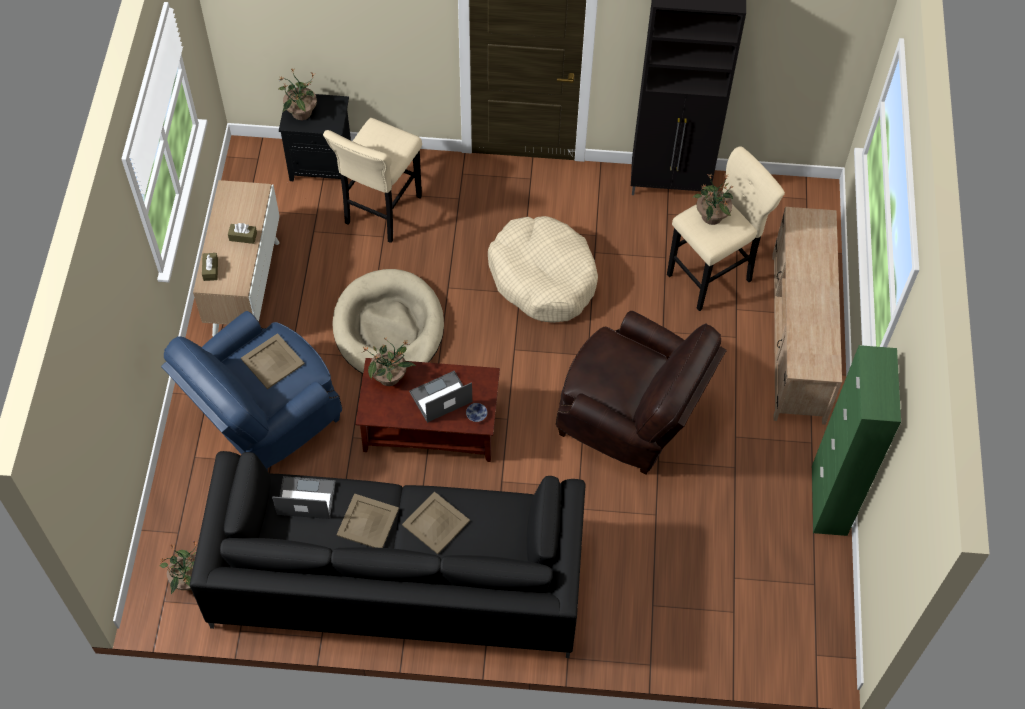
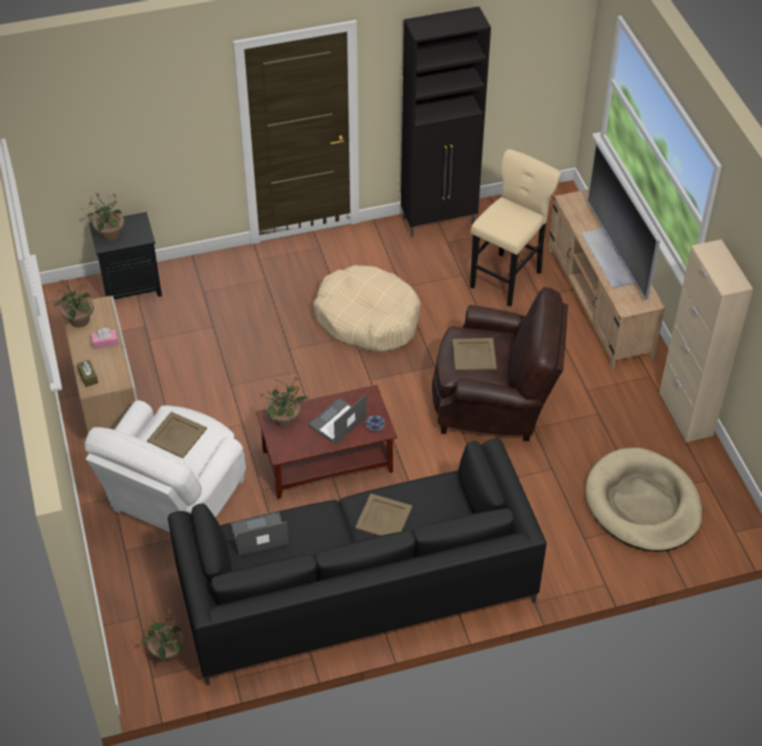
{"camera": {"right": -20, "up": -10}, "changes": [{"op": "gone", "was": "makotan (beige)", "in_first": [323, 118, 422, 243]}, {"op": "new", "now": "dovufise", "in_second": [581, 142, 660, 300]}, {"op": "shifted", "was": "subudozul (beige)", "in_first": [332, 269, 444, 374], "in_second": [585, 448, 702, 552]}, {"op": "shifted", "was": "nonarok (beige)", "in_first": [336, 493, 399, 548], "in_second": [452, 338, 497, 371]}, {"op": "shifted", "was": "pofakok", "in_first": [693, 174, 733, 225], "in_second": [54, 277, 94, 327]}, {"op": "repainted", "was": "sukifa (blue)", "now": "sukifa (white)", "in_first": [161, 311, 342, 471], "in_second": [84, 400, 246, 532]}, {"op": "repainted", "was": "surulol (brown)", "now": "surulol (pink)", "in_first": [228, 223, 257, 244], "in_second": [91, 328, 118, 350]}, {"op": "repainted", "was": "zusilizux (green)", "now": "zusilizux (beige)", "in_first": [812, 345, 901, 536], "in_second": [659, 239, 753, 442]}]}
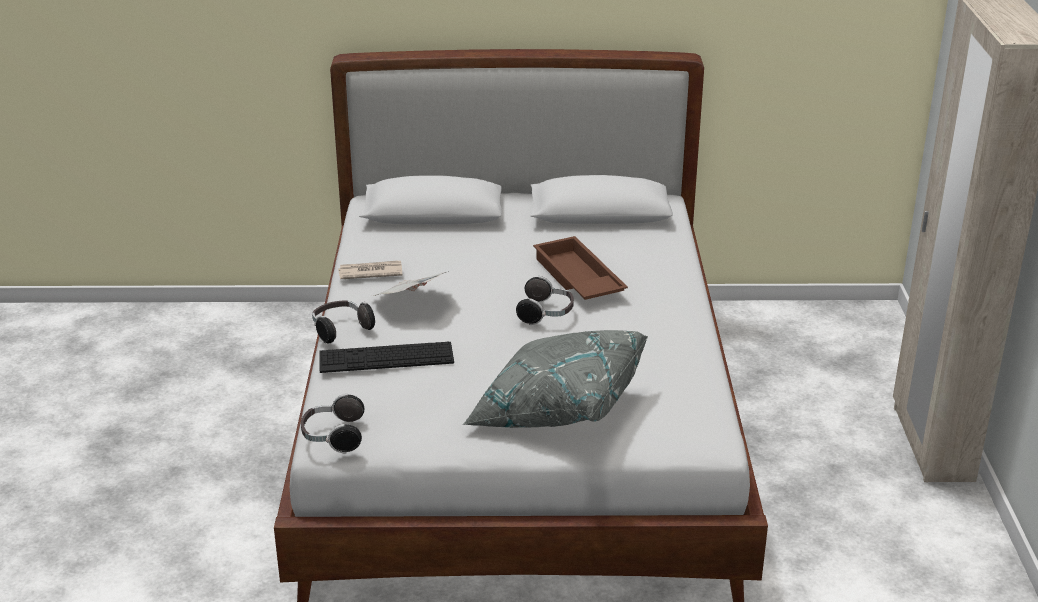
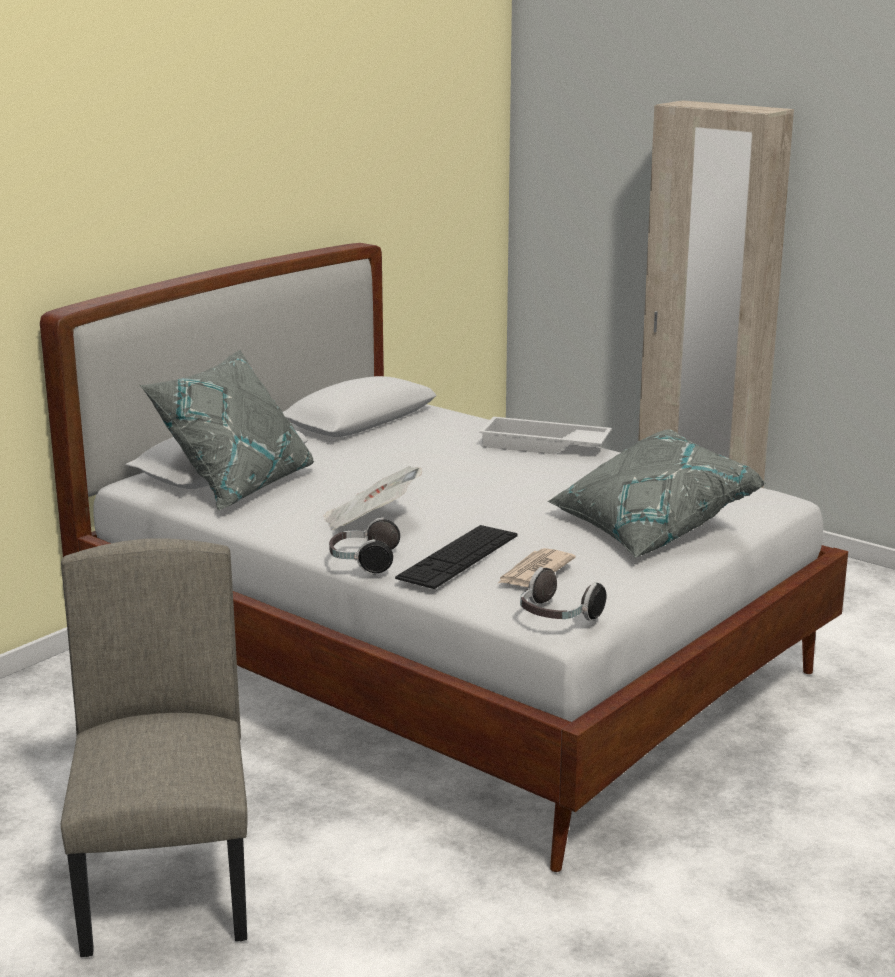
{"camera": {"right": -50, "up": -10}, "changes": [{"op": "gone", "was": "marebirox", "in_first": [516, 276, 574, 325]}, {"op": "gone", "was": "nonarok (brown)", "in_first": [533, 236, 628, 300]}, {"op": "new", "now": "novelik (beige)", "in_second": [61, 538, 247, 957]}, {"op": "new", "now": "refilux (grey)", "in_second": [140, 350, 315, 510]}, {"op": "new", "now": "nonarok (white)", "in_second": [479, 417, 612, 455]}, {"op": "shifted", "was": "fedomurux", "in_first": [338, 260, 403, 279], "in_second": [498, 548, 576, 587]}]}
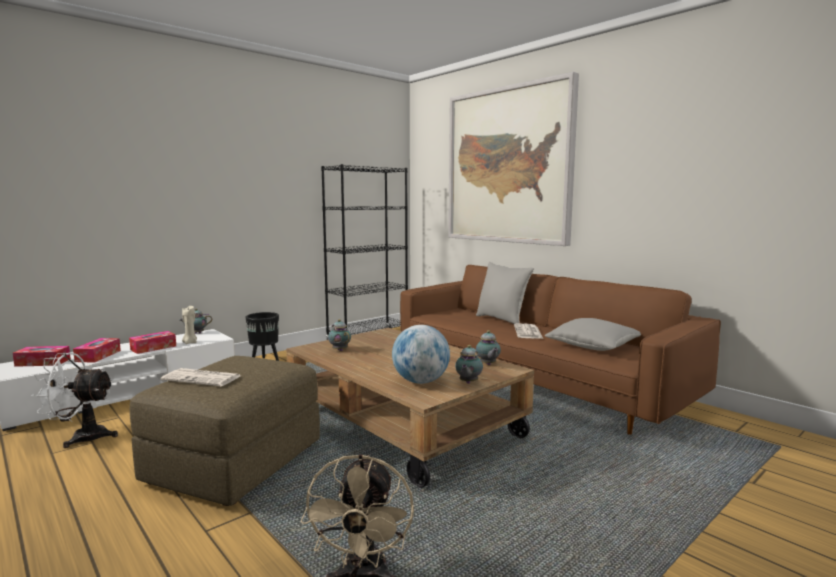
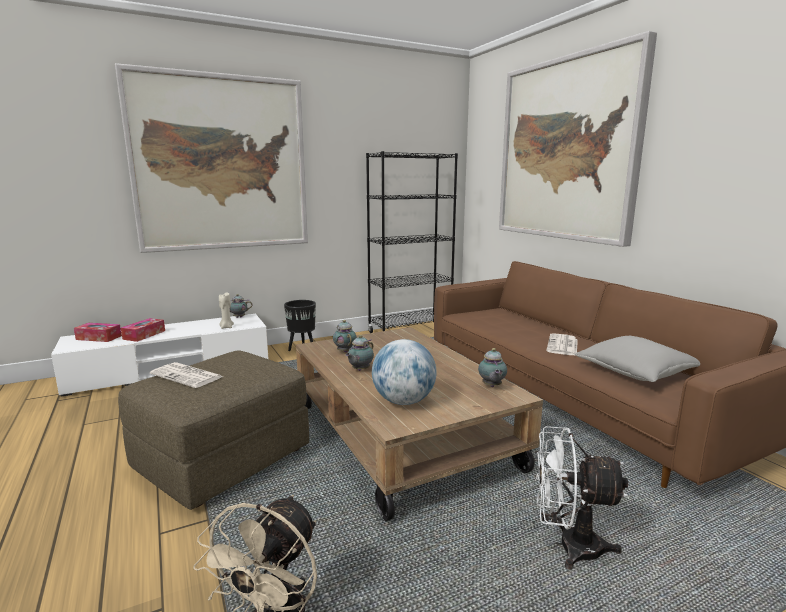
{"camera": {"right": 15, "up": 5}, "changes": [{"op": "gone", "was": "surulol", "in_first": [129, 331, 176, 354]}, {"op": "gone", "was": "refilux (grey)", "in_first": [476, 262, 534, 324]}, {"op": "new", "now": "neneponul", "in_second": [115, 63, 308, 253]}, {"op": "shifted", "was": "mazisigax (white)", "in_first": [31, 352, 118, 448], "in_second": [536, 426, 628, 570]}, {"op": "shifted", "was": "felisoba", "in_first": [455, 345, 483, 384], "in_second": [346, 335, 374, 371]}]}
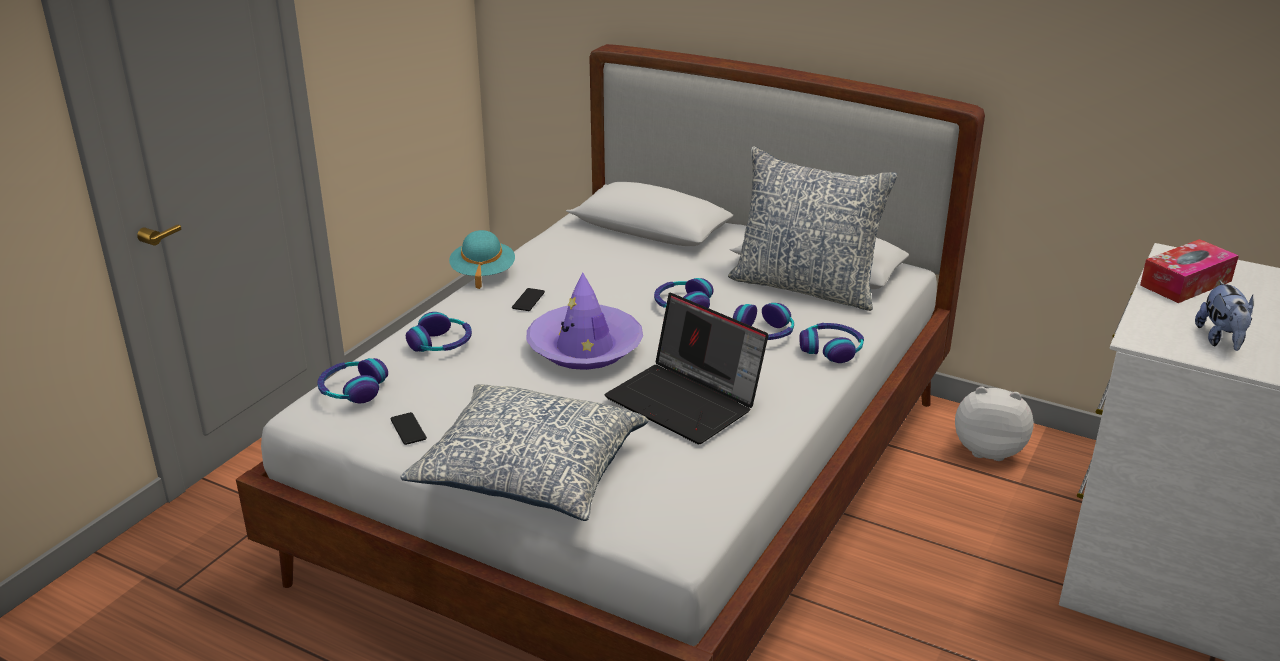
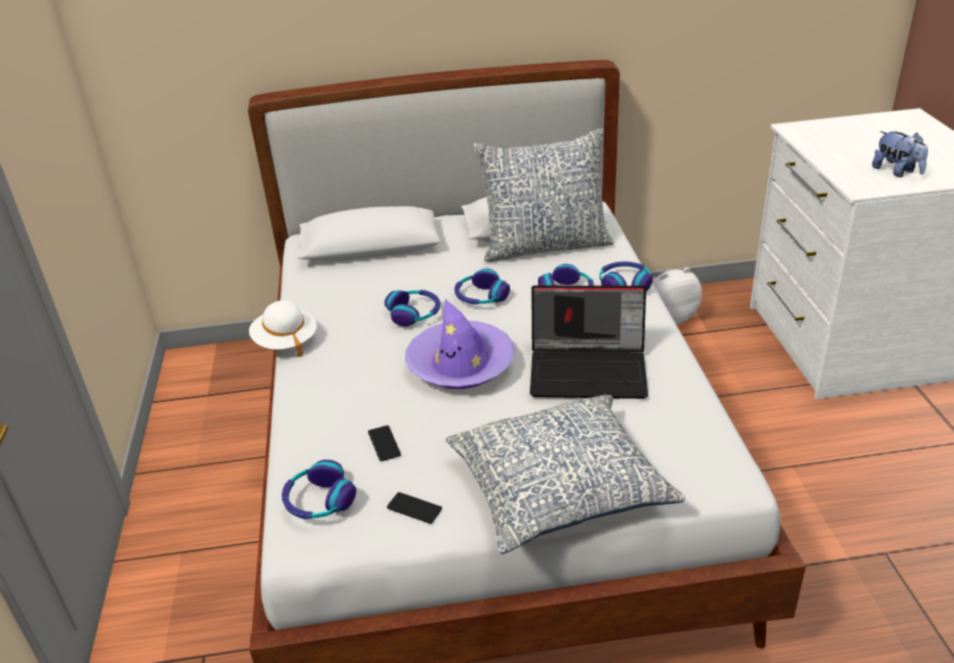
{"camera": {"right": -35, "up": 5}, "changes": [{"op": "gone", "was": "surulol", "in_first": [1140, 239, 1239, 303]}, {"op": "shifted", "was": "marebirox", "in_first": [406, 312, 472, 352], "in_second": [384, 290, 440, 326]}, {"op": "shifted", "was": "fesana", "in_first": [512, 288, 545, 311], "in_second": [368, 425, 401, 461]}, {"op": "repainted", "was": "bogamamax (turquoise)", "now": "bogamamax (white)", "in_first": [449, 230, 515, 289], "in_second": [249, 300, 317, 357]}]}
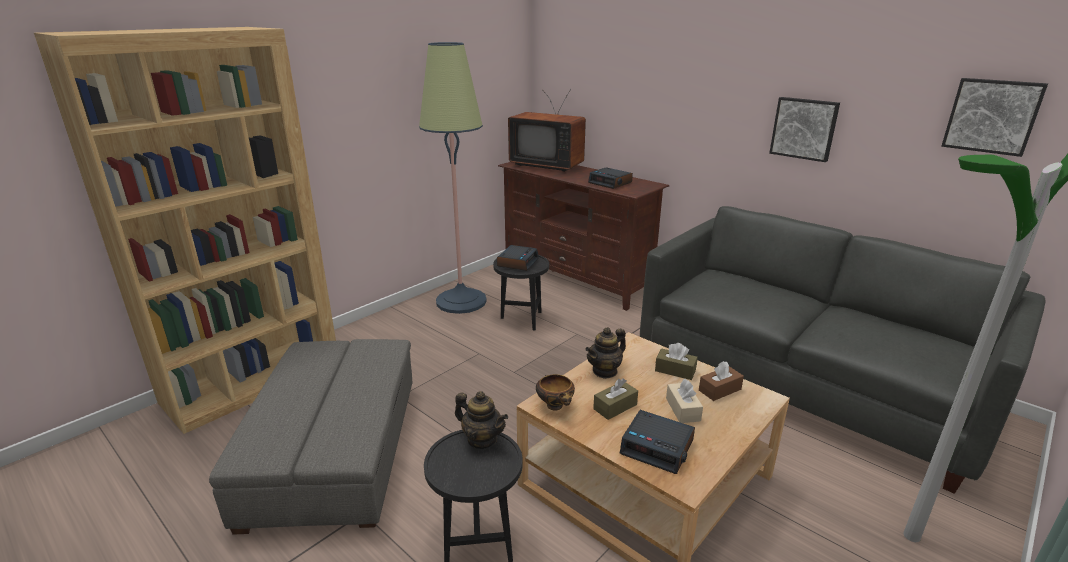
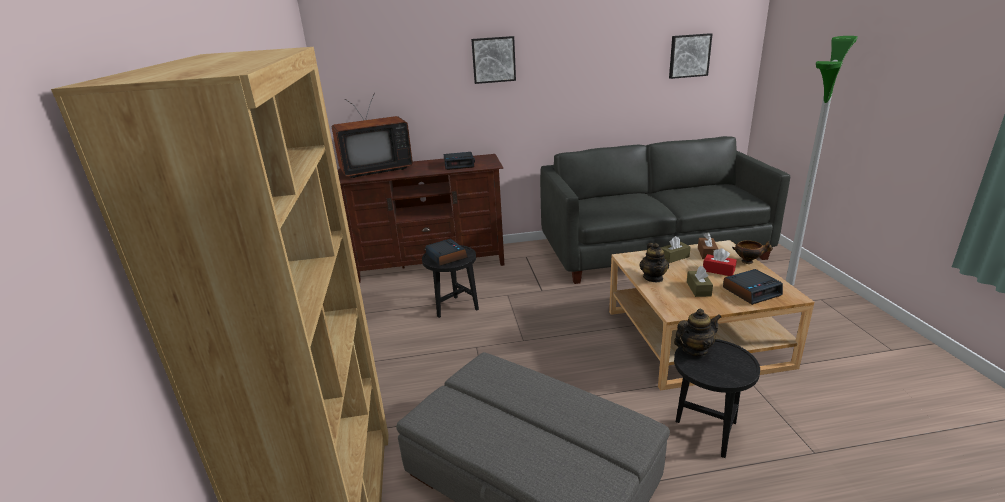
{"camera": {"right": -50, "up": 0}, "changes": [{"op": "gone", "was": "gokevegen", "in_first": [419, 42, 487, 314]}, {"op": "shifted", "was": "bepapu", "in_first": [536, 374, 575, 411], "in_second": [732, 241, 773, 264]}, {"op": "shifted", "was": "neneponul", "in_first": [769, 97, 840, 162], "in_second": [471, 36, 516, 84]}, {"op": "repainted", "was": "surulol (beige)", "now": "surulol (red)", "in_first": [666, 379, 703, 423], "in_second": [703, 248, 737, 276]}]}
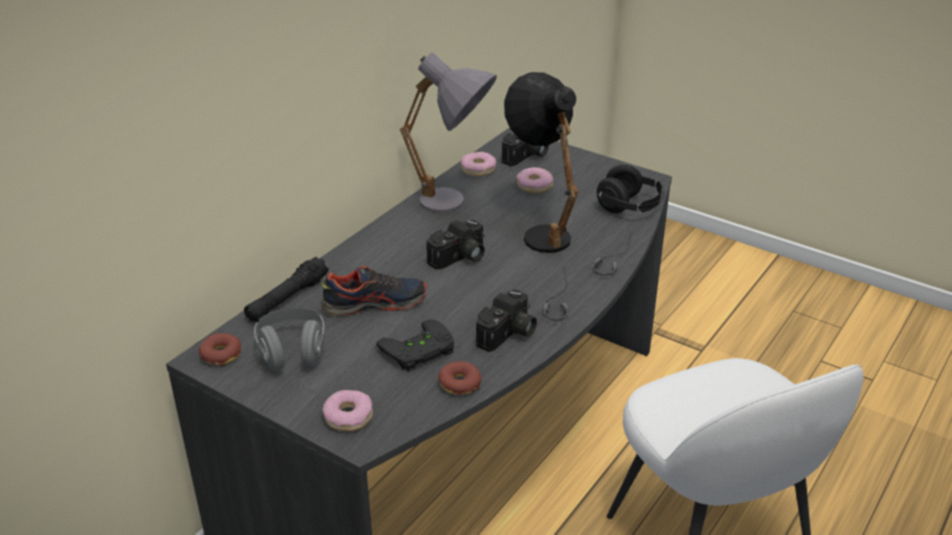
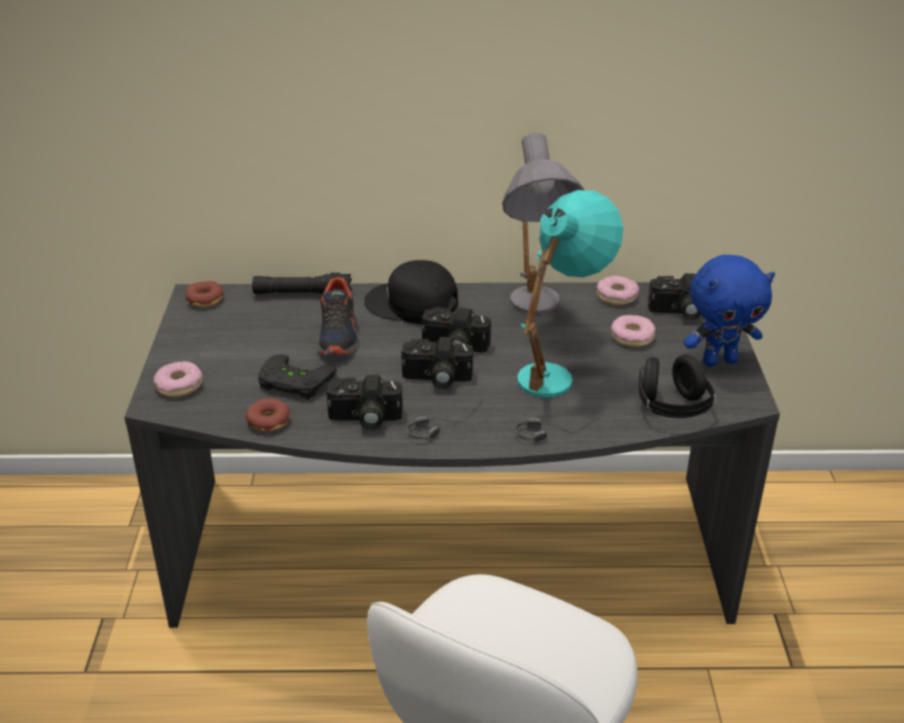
{"camera": {"right": 55, "up": 0}, "changes": [{"op": "gone", "was": "marebirox (grey)", "in_first": [254, 308, 325, 371]}, {"op": "new", "now": "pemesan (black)", "in_second": [364, 260, 458, 324]}, {"op": "new", "now": "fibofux", "in_second": [401, 337, 473, 389]}, {"op": "new", "now": "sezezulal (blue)", "in_second": [684, 255, 775, 367]}, {"op": "repainted", "was": "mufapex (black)", "now": "mufapex (turquoise)", "in_first": [504, 72, 579, 253], "in_second": [517, 190, 623, 397]}, {"op": "rotated", "was": "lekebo", "in_first": [321, 266, 427, 316], "in_second": [318, 277, 359, 355], "clockwise": 45}]}
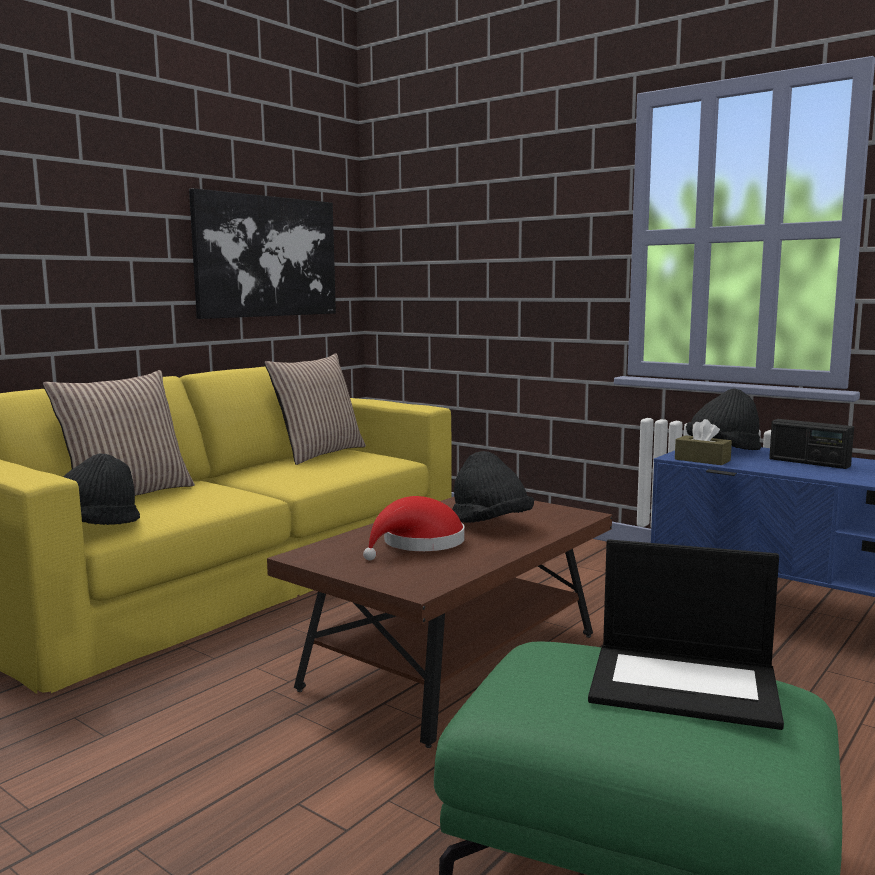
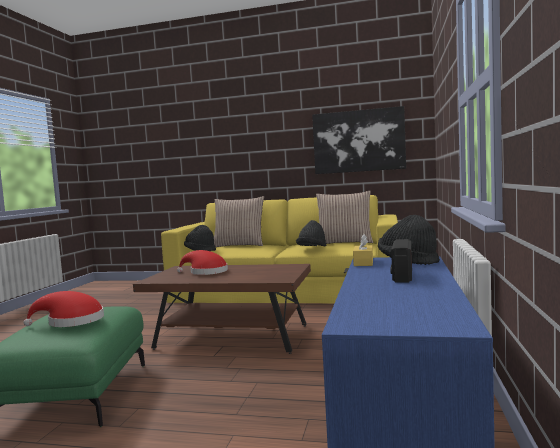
{"camera": {"right": 65, "up": -5}, "changes": [{"op": "shifted", "was": "bogamamax (black)", "in_first": [452, 451, 534, 523], "in_second": [296, 220, 326, 246]}, {"op": "swapped", "was": "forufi", "now": "bogamamax (red)", "in_first": [588, 539, 784, 730], "in_second": [23, 291, 104, 327]}, {"op": "repainted", "was": "surulol (brown)", "now": "surulol (yellow)", "in_first": [675, 419, 732, 465], "in_second": [353, 234, 373, 266]}]}
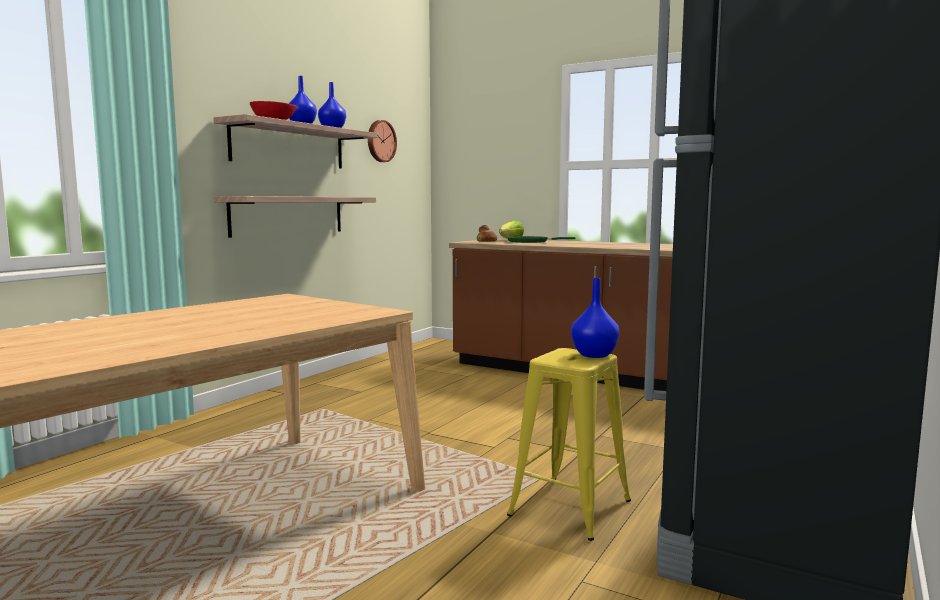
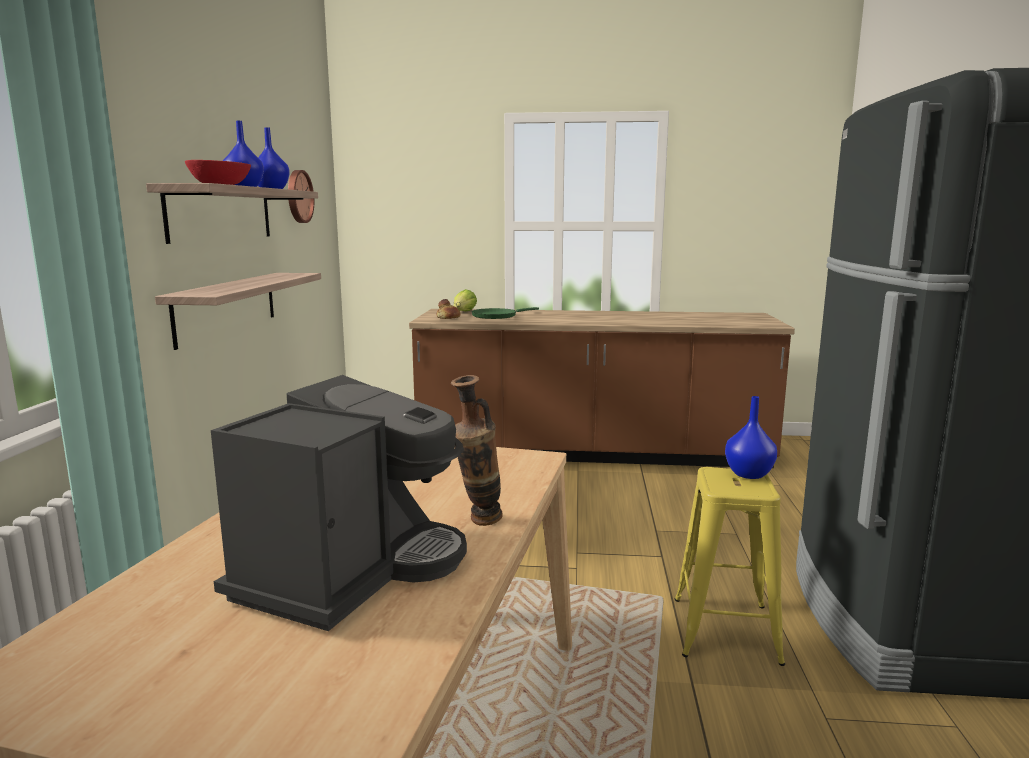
{"camera": {"right": -25, "up": 5}, "changes": [{"op": "new", "now": "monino", "in_second": [211, 375, 467, 631]}, {"op": "new", "now": "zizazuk", "in_second": [451, 375, 503, 526]}]}
